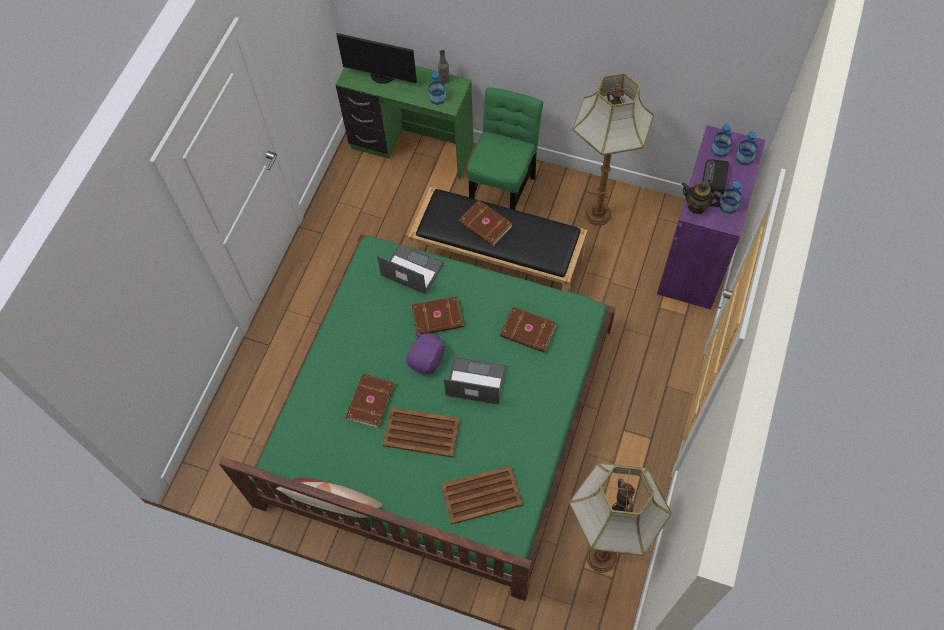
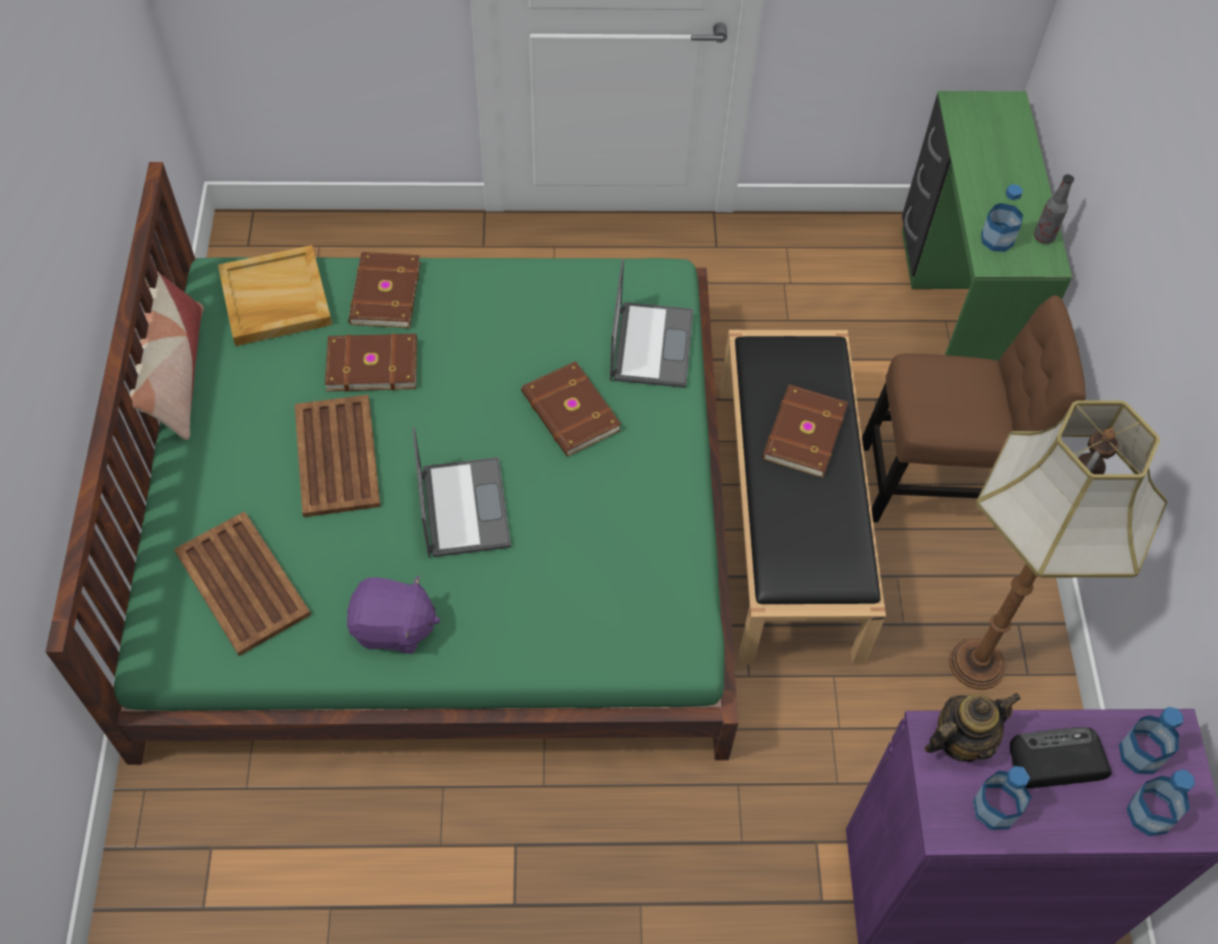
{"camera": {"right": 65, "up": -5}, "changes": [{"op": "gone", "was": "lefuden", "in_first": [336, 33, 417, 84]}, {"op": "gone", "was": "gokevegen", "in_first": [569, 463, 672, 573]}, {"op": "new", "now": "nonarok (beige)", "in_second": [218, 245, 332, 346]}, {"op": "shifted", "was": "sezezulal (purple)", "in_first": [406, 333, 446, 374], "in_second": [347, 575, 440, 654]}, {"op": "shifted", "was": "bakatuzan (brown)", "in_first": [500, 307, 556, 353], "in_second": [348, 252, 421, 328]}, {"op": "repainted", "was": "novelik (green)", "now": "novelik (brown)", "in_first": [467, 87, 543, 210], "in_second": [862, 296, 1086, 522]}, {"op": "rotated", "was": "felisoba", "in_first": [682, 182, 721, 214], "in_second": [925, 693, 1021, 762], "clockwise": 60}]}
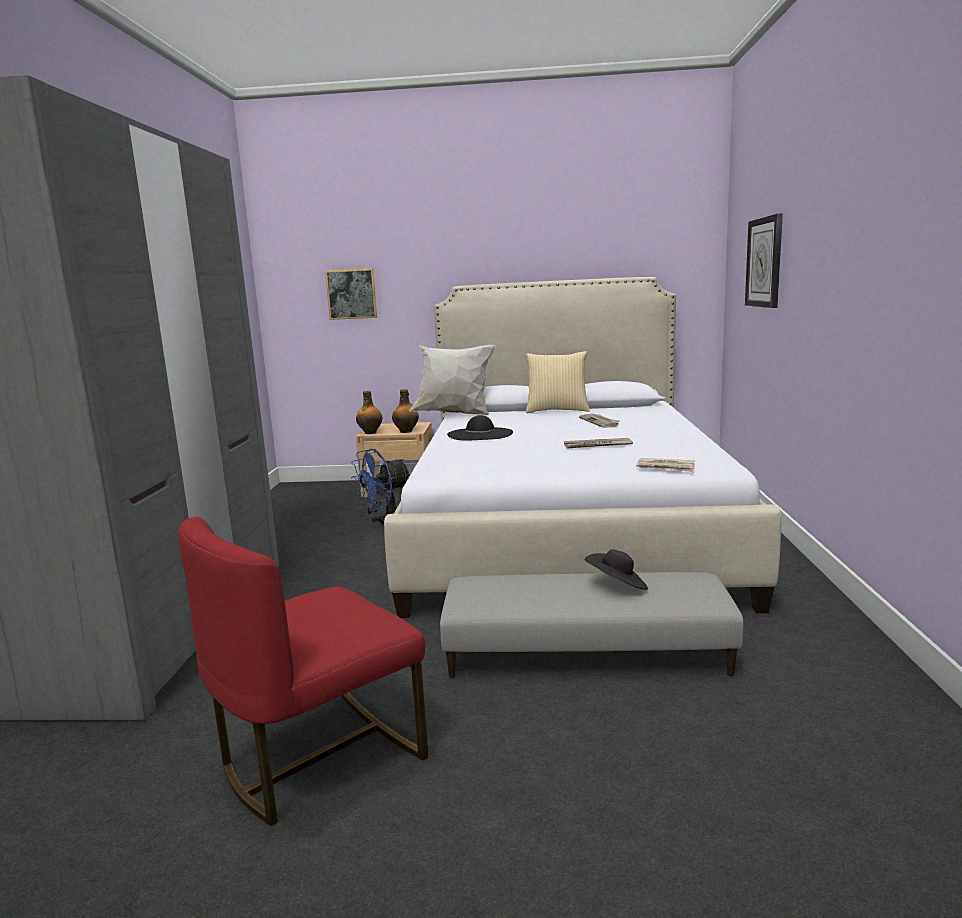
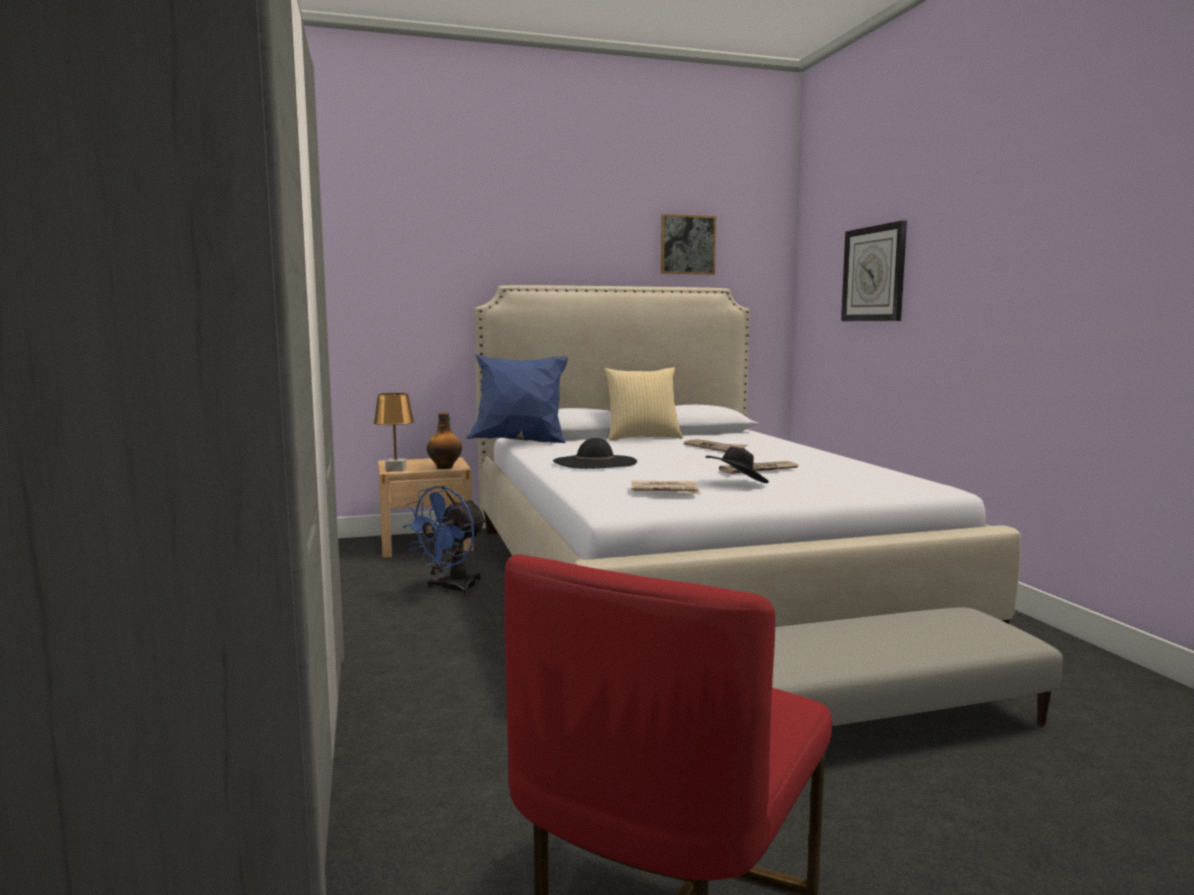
{"camera": {"right": -20, "up": -5}, "changes": [{"op": "shifted", "was": "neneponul", "in_first": [325, 268, 377, 320], "in_second": [661, 214, 716, 274]}, {"op": "shifted", "was": "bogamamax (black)", "in_first": [584, 549, 648, 590], "in_second": [705, 446, 769, 483]}, {"op": "shifted", "was": "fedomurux", "in_first": [636, 458, 695, 472], "in_second": [631, 481, 701, 494]}, {"op": "swapped", "was": "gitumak", "now": "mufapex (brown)", "in_first": [356, 391, 382, 434], "in_second": [374, 393, 414, 472]}, {"op": "repainted", "was": "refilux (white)", "now": "refilux (blue)", "in_first": [409, 344, 496, 415], "in_second": [466, 354, 568, 443]}]}
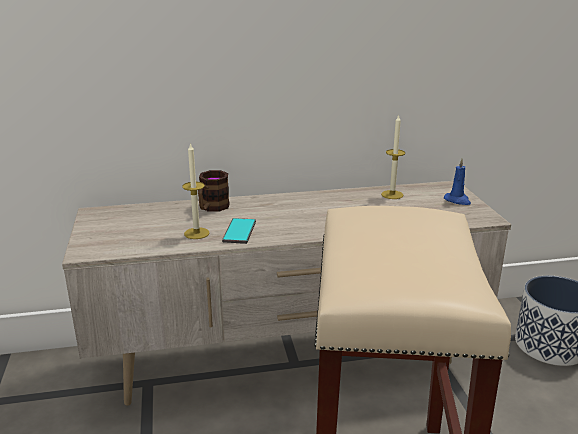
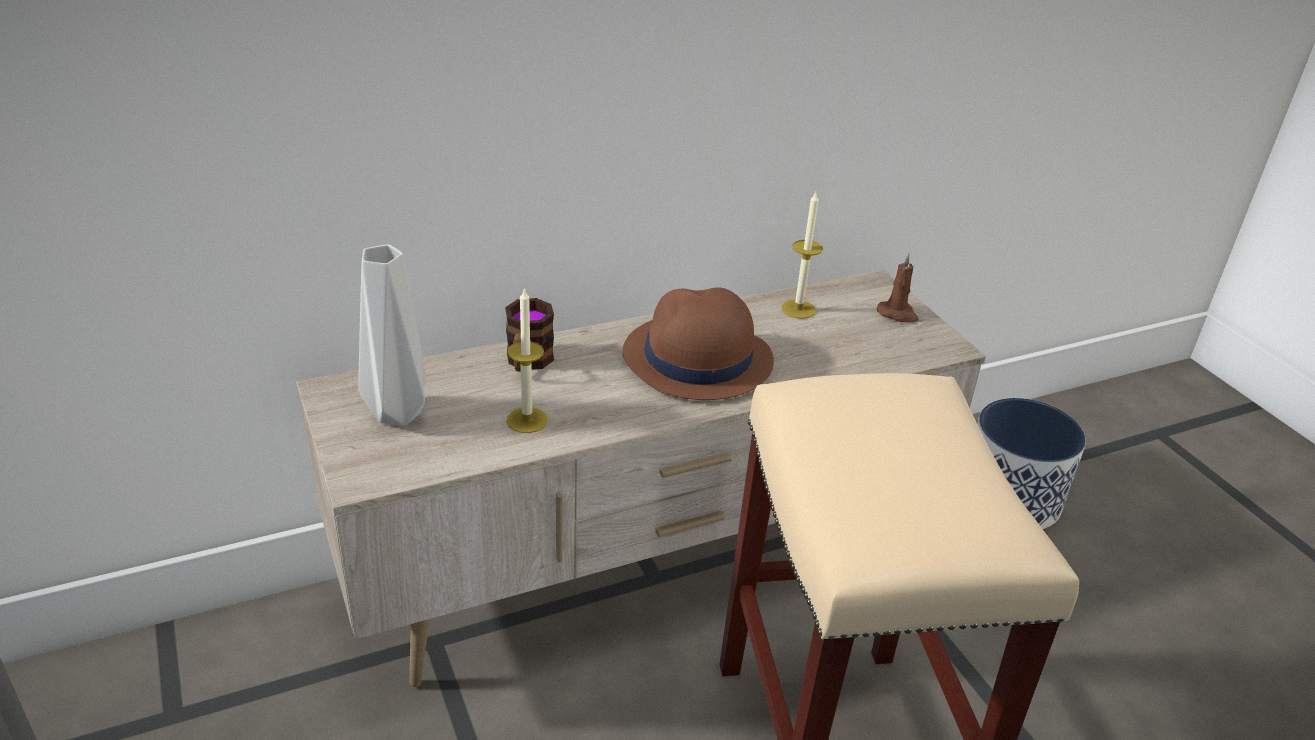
{"camera": {"right": -15, "up": 10}, "changes": [{"op": "gone", "was": "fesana", "in_first": [222, 218, 256, 244]}, {"op": "new", "now": "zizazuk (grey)", "in_second": [358, 244, 426, 426]}, {"op": "new", "now": "bogamamax (brown)", "in_second": [622, 287, 774, 400]}, {"op": "repainted", "was": "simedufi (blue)", "now": "simedufi (brown)", "in_first": [444, 159, 471, 205], "in_second": [877, 253, 918, 322]}]}
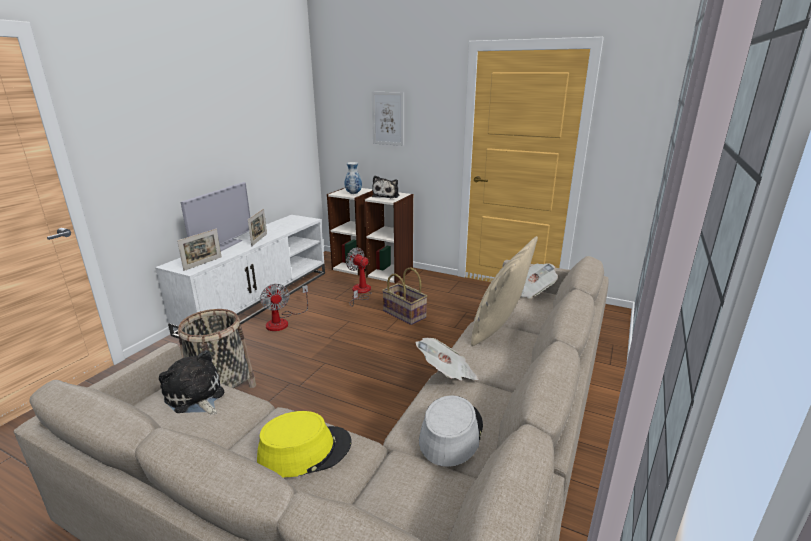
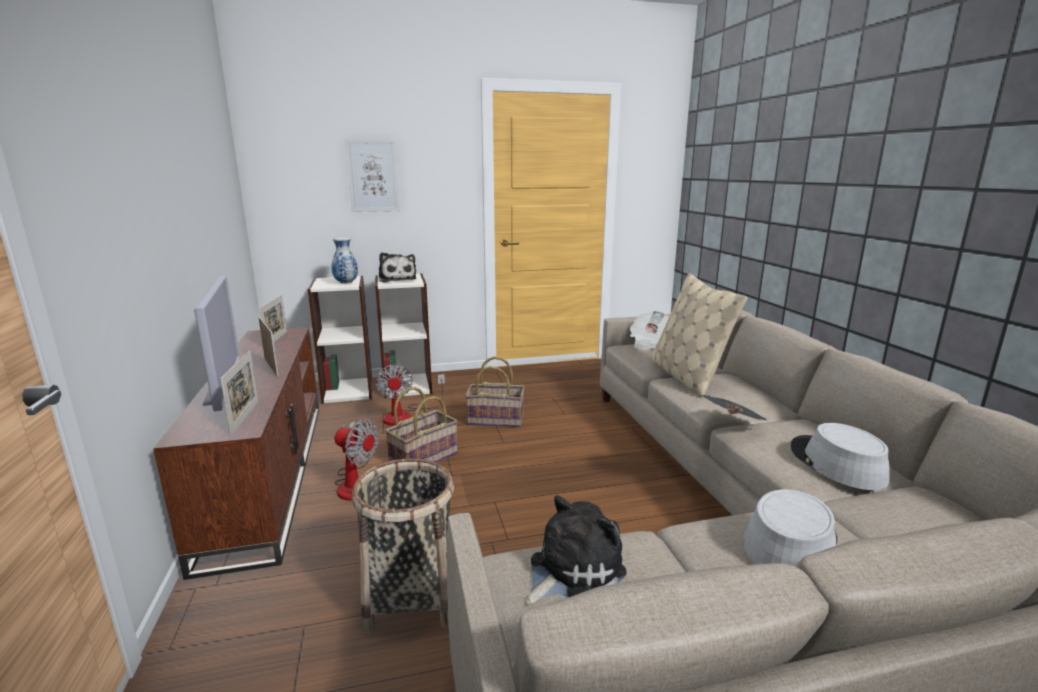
{"camera": {"right": -40, "up": -5}, "changes": [{"op": "new", "now": "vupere", "in_second": [260, 295, 287, 342]}, {"op": "new", "now": "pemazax", "in_second": [385, 387, 458, 462]}, {"op": "repainted", "was": "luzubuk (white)", "now": "luzubuk (brown)", "in_first": [155, 215, 325, 339], "in_second": [153, 327, 319, 580]}, {"op": "repainted", "was": "bogamamax (yellow)", "now": "bogamamax (grey)", "in_first": [257, 411, 352, 477], "in_second": [744, 489, 838, 567]}, {"op": "rotated", "was": "sezezulal", "in_first": [159, 350, 224, 415], "in_second": [525, 495, 627, 605], "clockwise": 135}, {"op": "rotated", "was": "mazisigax", "in_first": [346, 248, 372, 307], "in_second": [375, 364, 445, 426], "clockwise": -105}]}
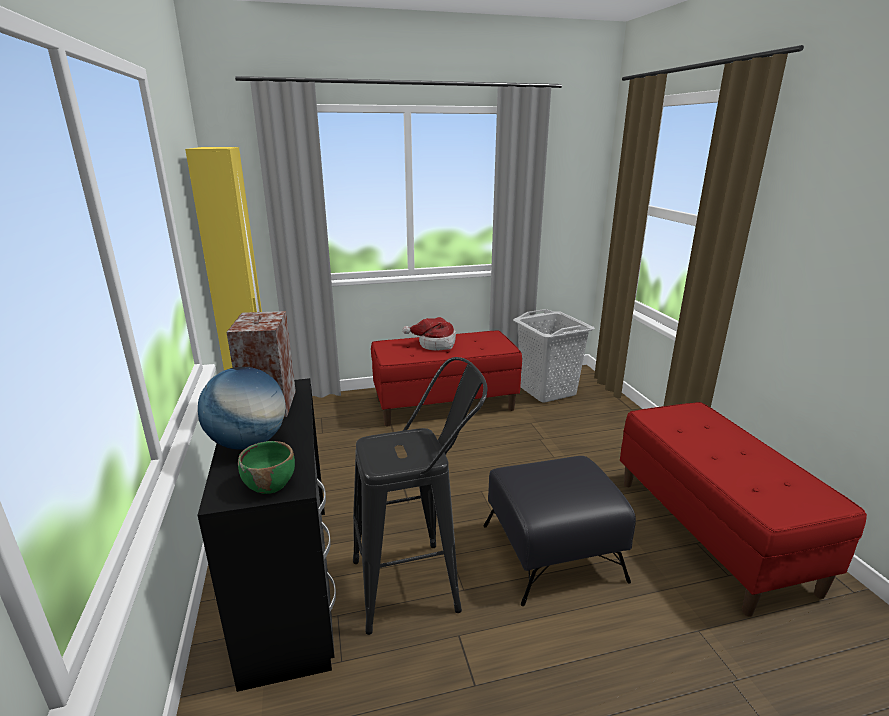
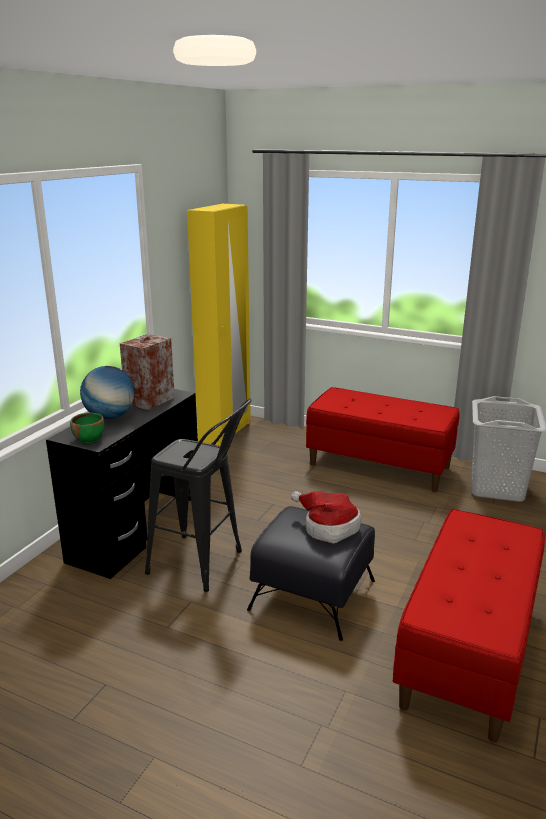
{"camera": {"right": 40, "up": 0}, "changes": [{"op": "shifted", "was": "bogamamax", "in_first": [403, 317, 456, 351], "in_second": [291, 491, 362, 544]}]}
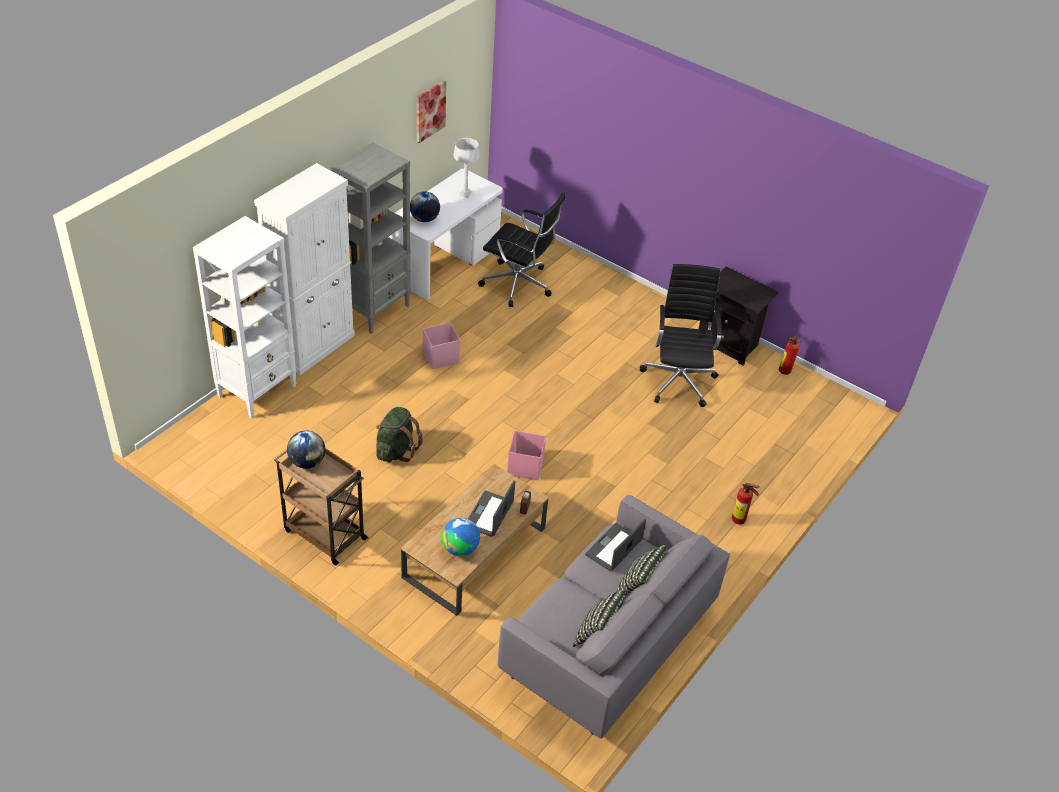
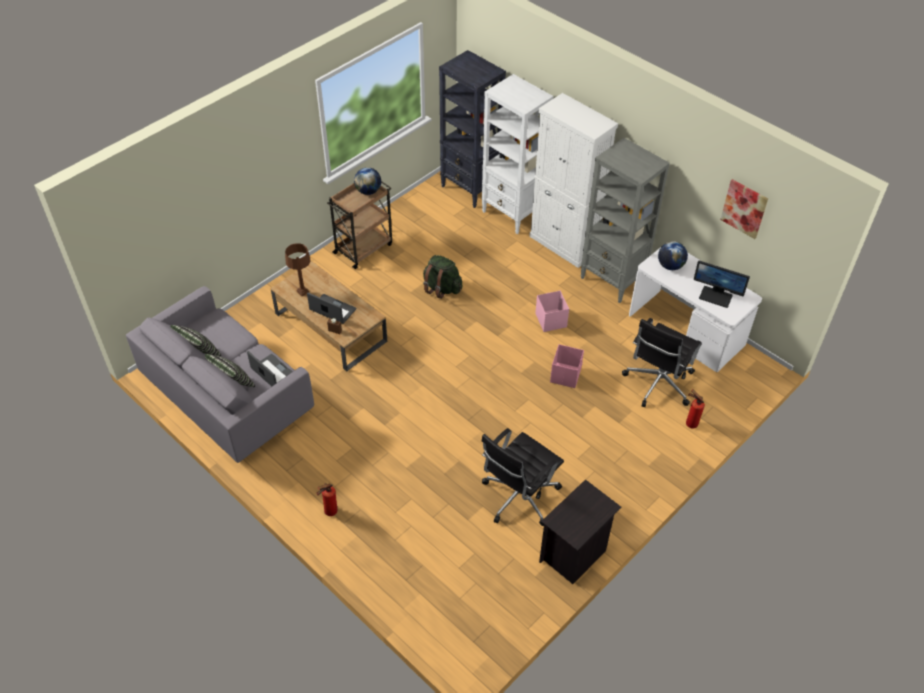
{"camera": {"right": 100, "up": 5}, "changes": [{"op": "new", "now": "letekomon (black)", "in_second": [439, 50, 506, 208]}, {"op": "shifted", "was": "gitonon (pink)", "in_first": [507, 431, 546, 480], "in_second": [550, 344, 584, 388]}, {"op": "shifted", "was": "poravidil", "in_first": [779, 336, 801, 375], "in_second": [686, 389, 705, 428]}, {"op": "swapped", "was": "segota", "now": "mufapex (brown)", "in_first": [442, 518, 480, 556], "in_second": [285, 243, 311, 296]}, {"op": "swapped", "was": "mufapex (grey)", "now": "lefuden", "in_first": [453, 138, 480, 198], "in_second": [694, 261, 750, 308]}, {"op": "rotated", "was": "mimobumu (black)", "in_first": [640, 264, 722, 407], "in_second": [482, 428, 564, 526], "clockwise": 120}]}
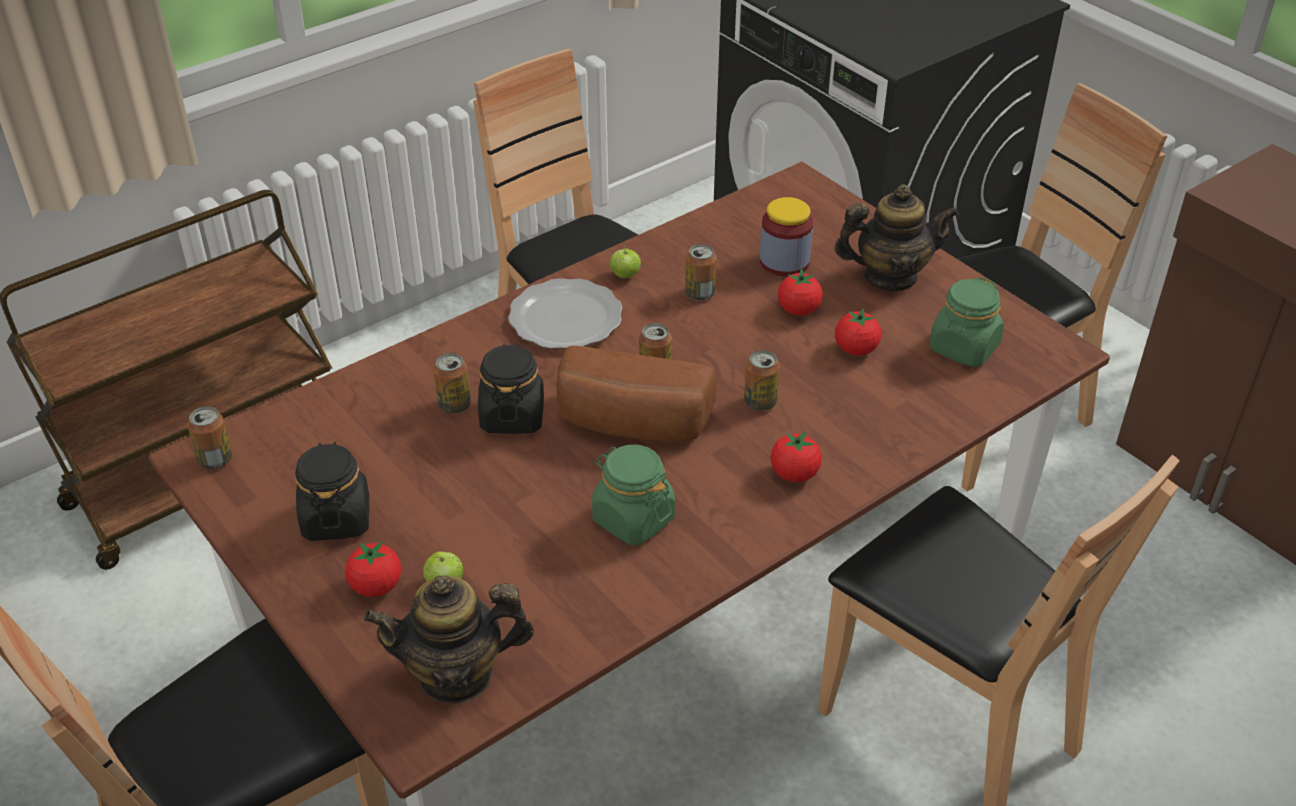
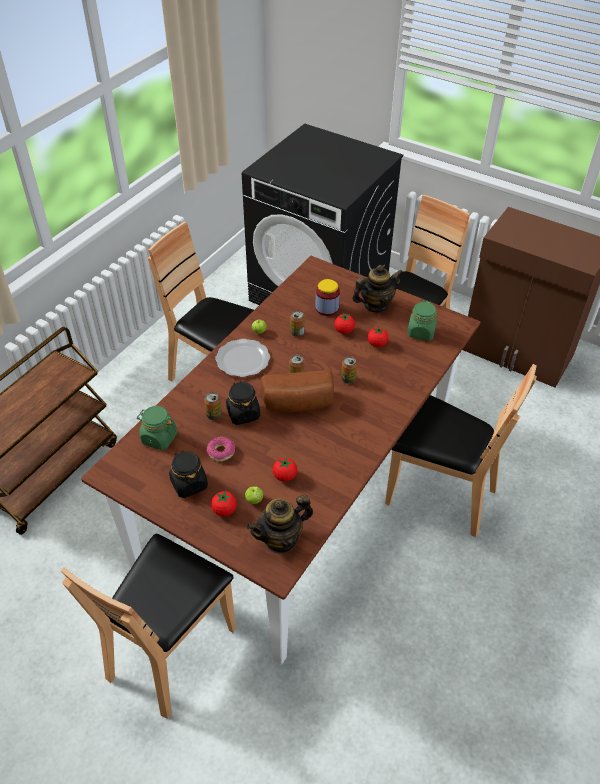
{"camera": {"right": -20, "up": 5}, "changes": [{"op": "gone", "was": "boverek", "in_first": [187, 406, 232, 469]}, {"op": "new", "now": "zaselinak", "in_second": [207, 437, 235, 461]}, {"op": "shifted", "was": "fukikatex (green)", "in_first": [592, 444, 675, 545], "in_second": [137, 406, 177, 450]}, {"op": "shifted", "was": "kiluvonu", "in_first": [770, 431, 822, 482], "in_second": [273, 457, 297, 482]}]}
